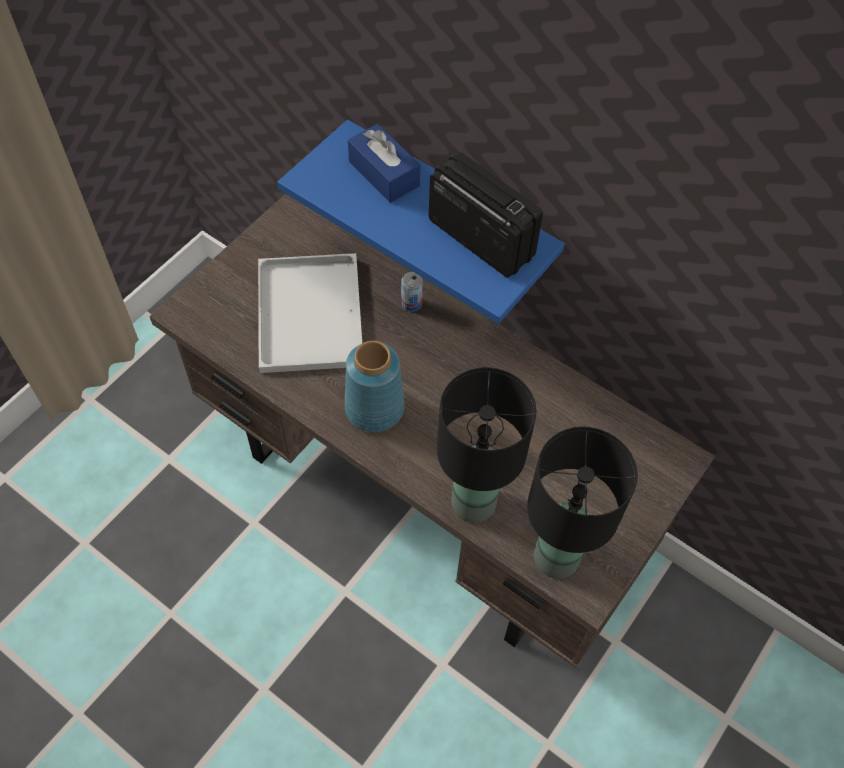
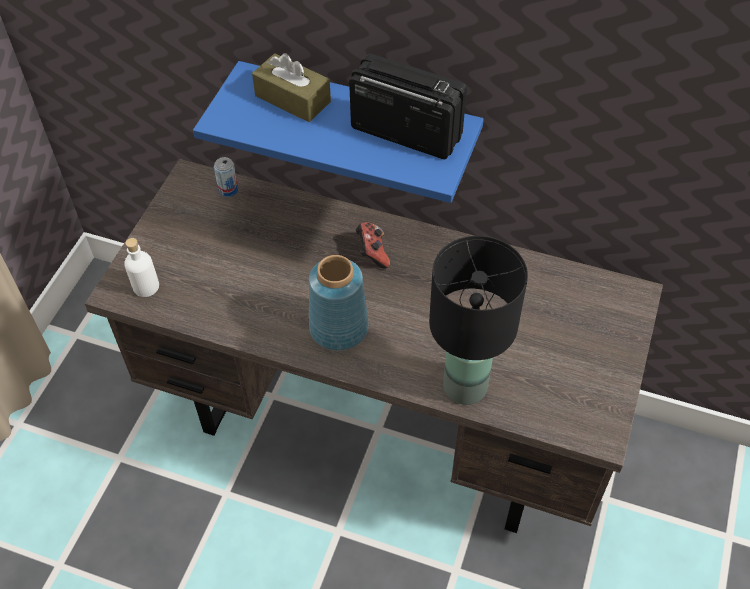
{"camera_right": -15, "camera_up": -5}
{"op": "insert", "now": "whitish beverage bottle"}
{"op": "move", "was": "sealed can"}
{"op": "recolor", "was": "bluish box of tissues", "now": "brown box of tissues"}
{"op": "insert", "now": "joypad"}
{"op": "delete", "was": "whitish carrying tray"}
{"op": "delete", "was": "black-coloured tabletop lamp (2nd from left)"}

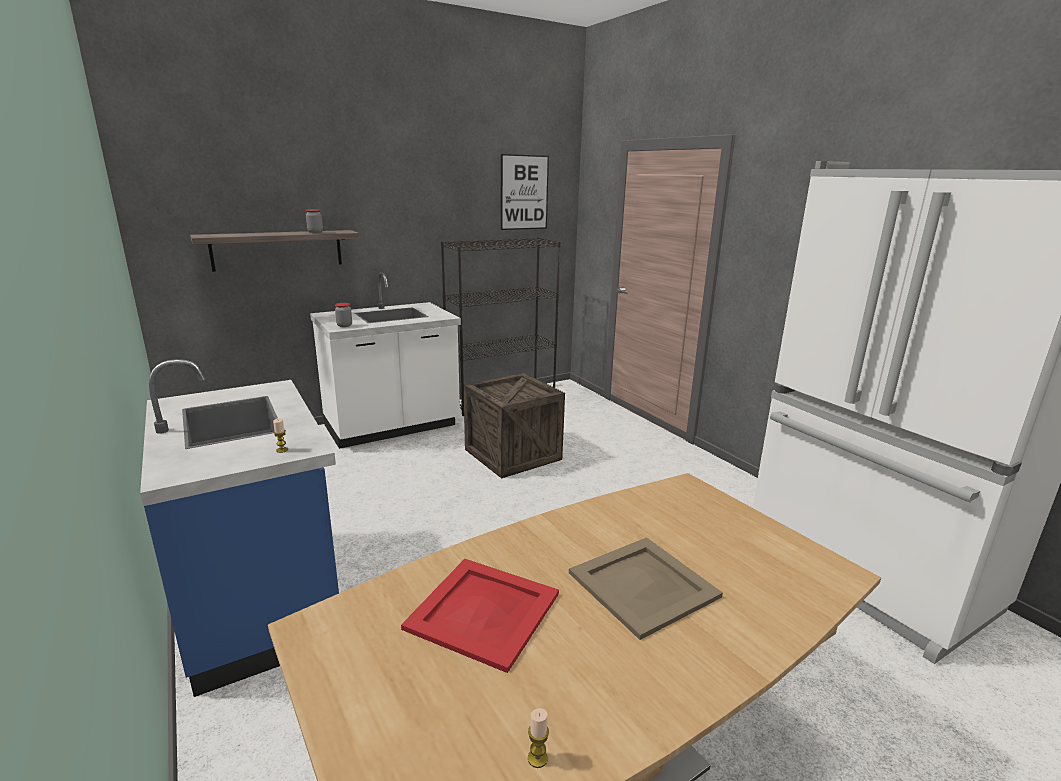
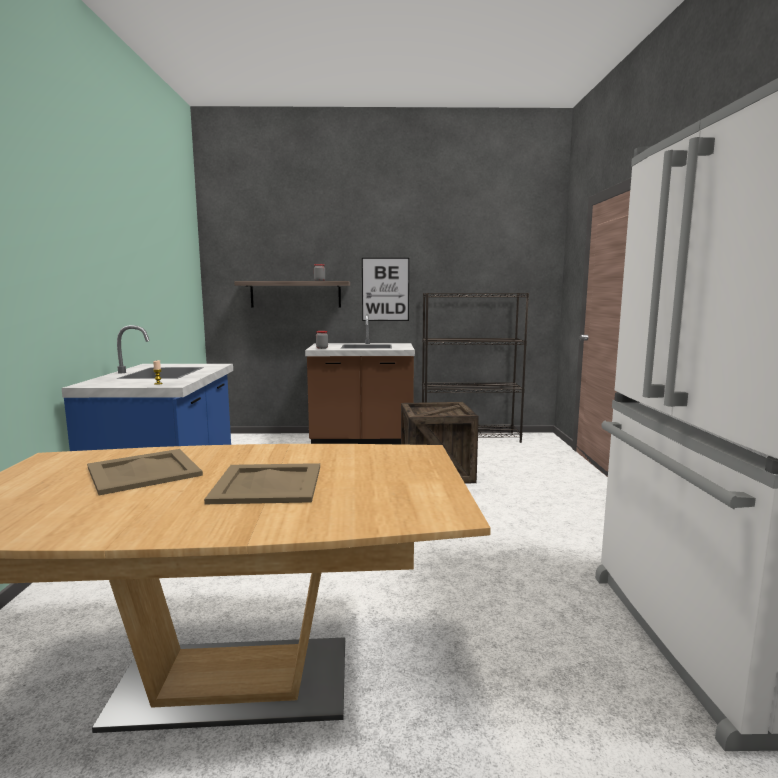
{"camera_right": 30, "camera_up": -10}
{"op": "recolor", "was": "reddish carrying tray", "now": "beige carrying tray (1st from left)"}
{"op": "recolor", "was": "whitish kitchen counter", "now": "brown kitchen counter"}
{"op": "move", "was": "wall picture"}
{"op": "delete", "was": "candle (2nd from left)"}

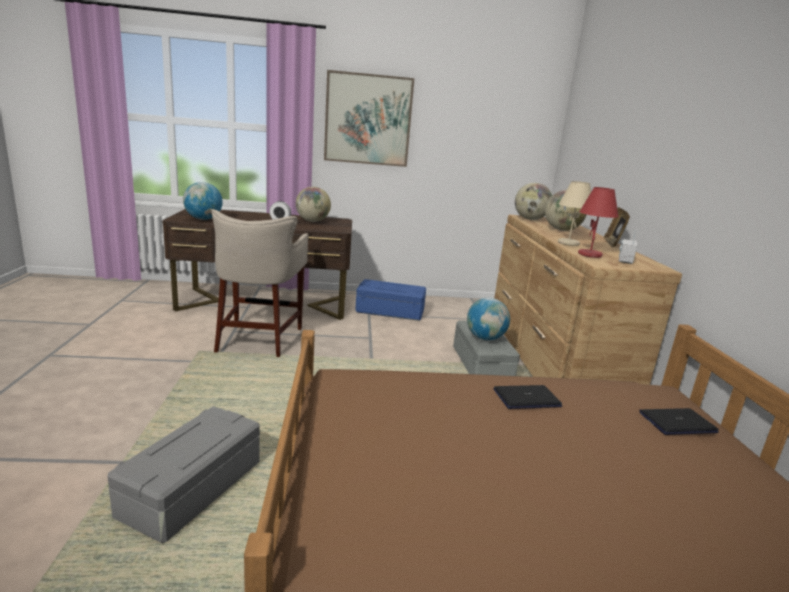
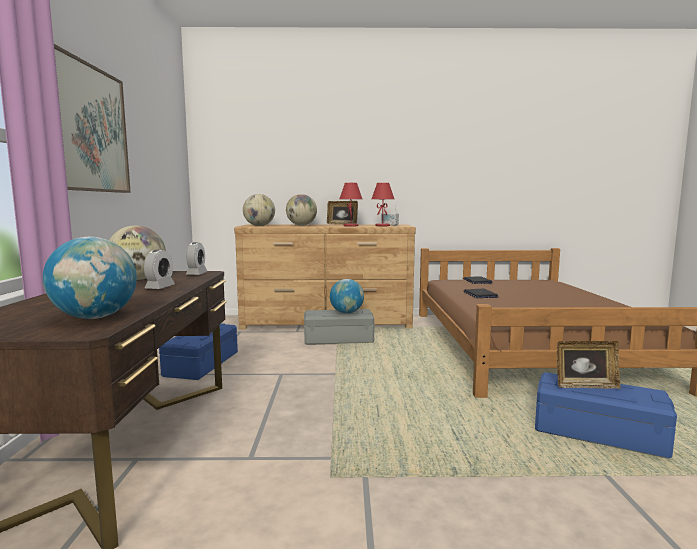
{"camera_right": -85, "camera_up": -10}
{"op": "insert", "now": "table clock (2nd from left)"}
{"op": "recolor", "was": "beige tabletop lamp", "now": "reddish tabletop lamp (1st from left)"}
{"op": "recolor", "was": "greyish storage box (1st from left)", "now": "bluish storage box (2nd from left)"}
{"op": "insert", "now": "photo frame (2nd from left)"}
{"op": "delete", "was": "beige stool seat"}

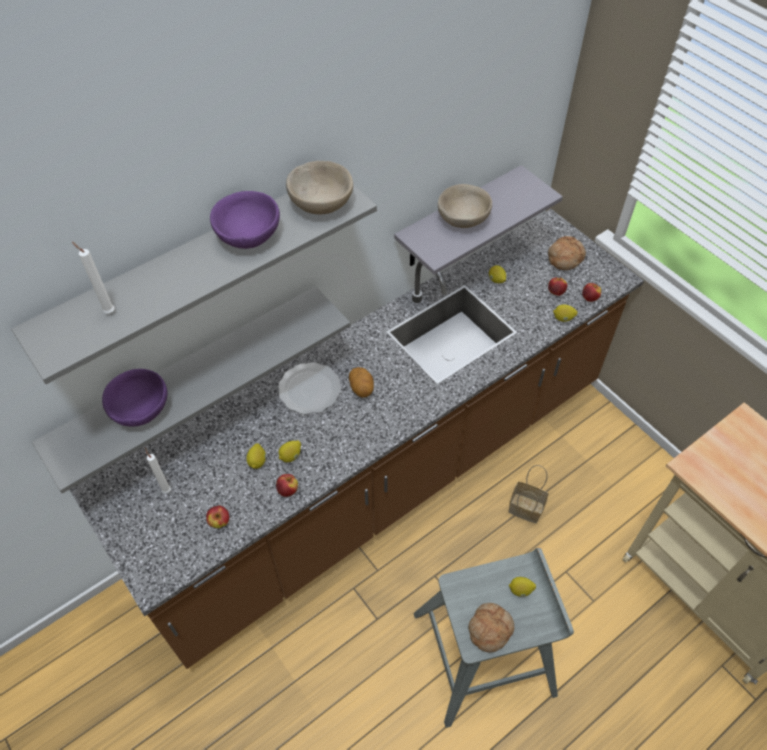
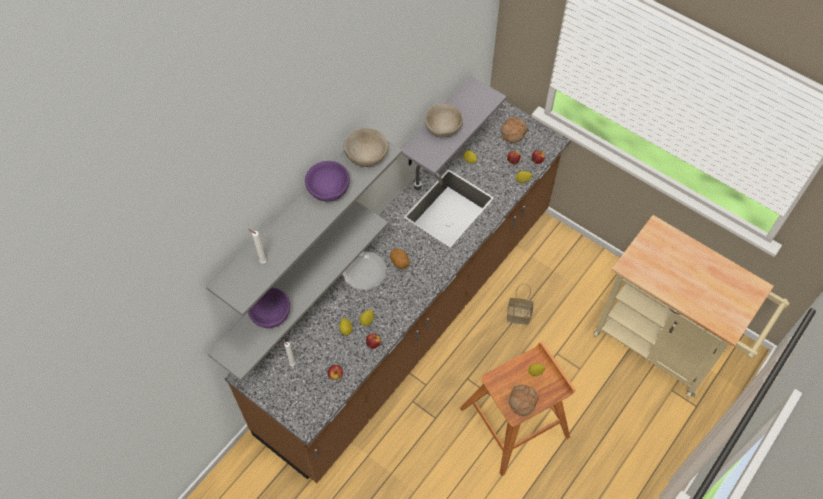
{"camera_right": -15, "camera_up": 5}
{"op": "recolor", "was": "greyish stool seat", "now": "brown stool seat"}

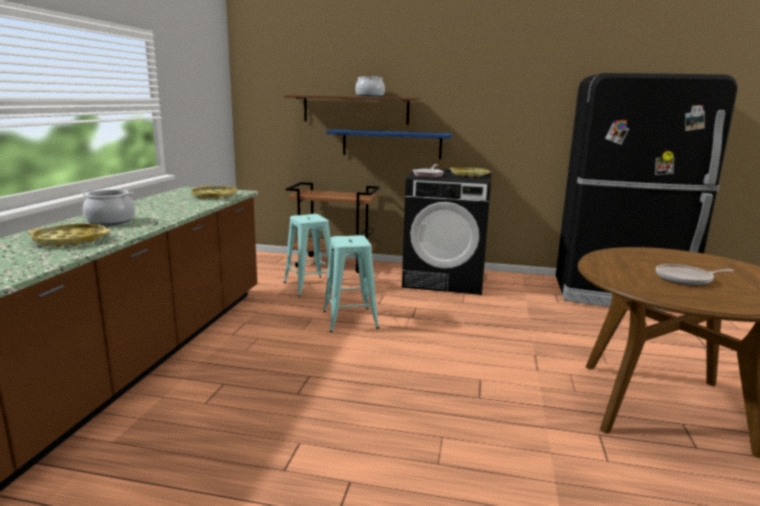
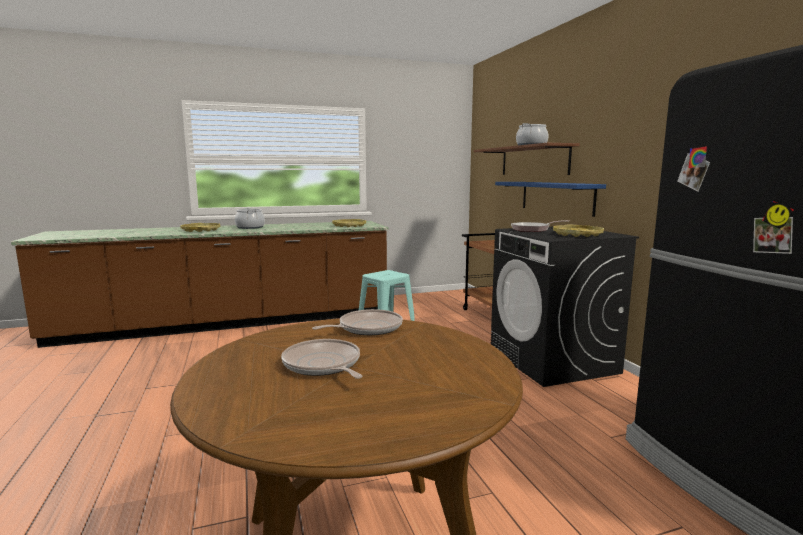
{"camera_right": 60, "camera_up": -5}
{"op": "insert", "now": "pan (2nd from left)"}
{"op": "delete", "was": "turquoise-coloured stool seat (1st from left)"}

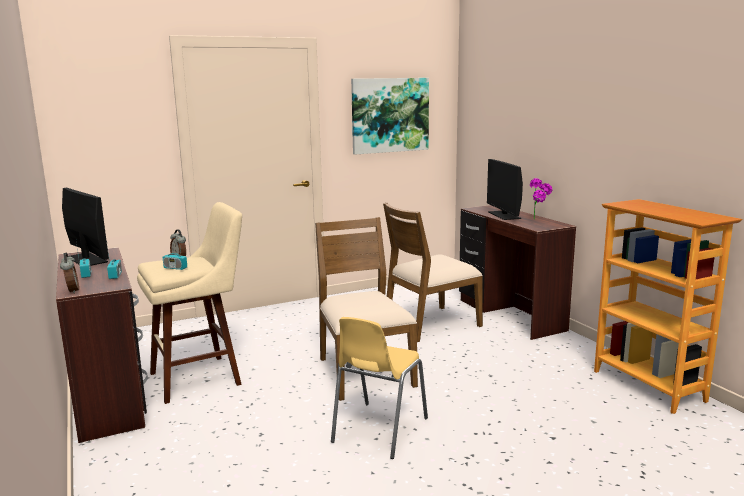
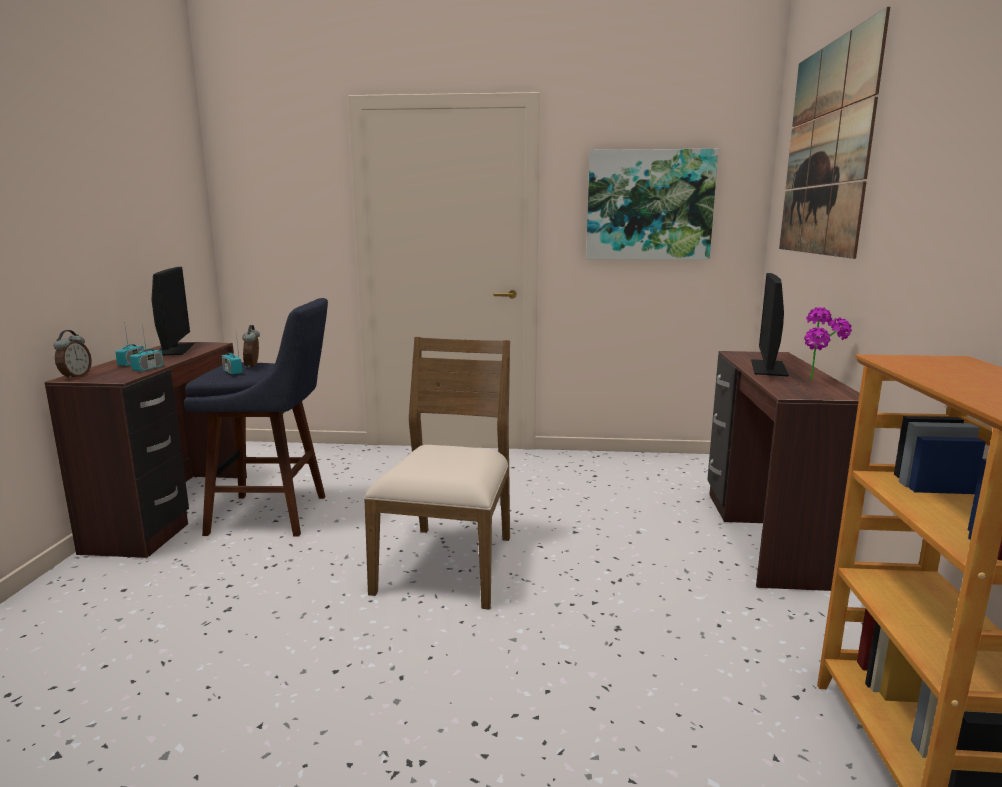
{"camera_right": 30, "camera_up": 0}
{"op": "recolor", "was": "beige stool seat", "now": "bluish stool seat"}
{"op": "insert", "now": "wall picture (2nd from left)"}
{"op": "delete", "was": "yellowish upright chair"}
{"op": "delete", "was": "brown upright chair (2nd from left)"}

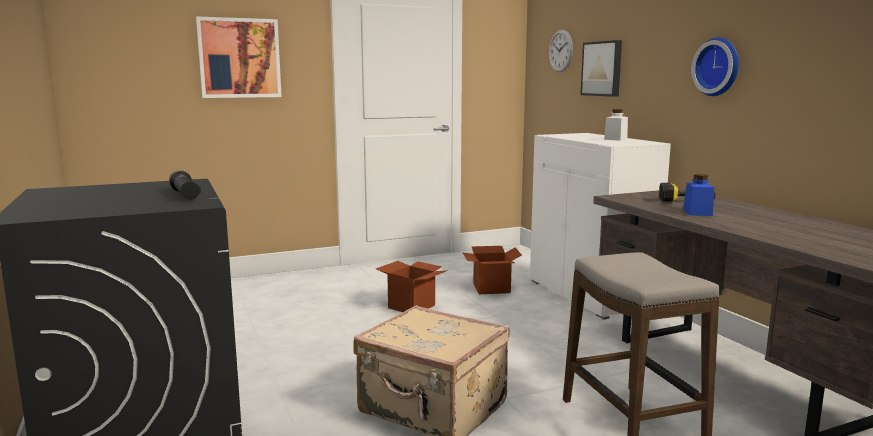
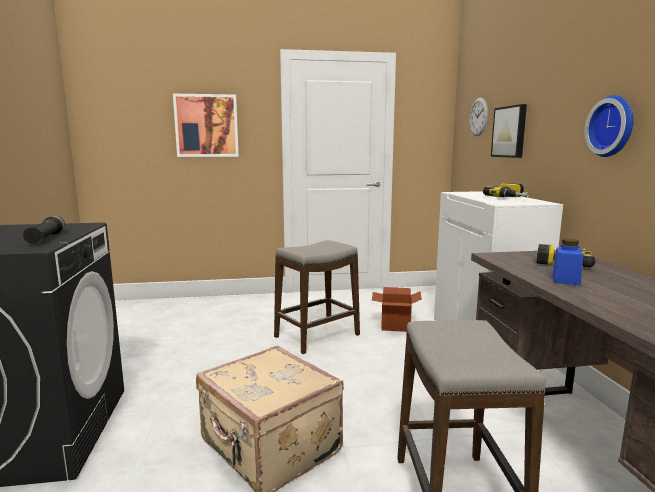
{"camera_right": 15, "camera_up": 0}
{"op": "replace", "was": "carton (1st from left)", "now": "stool seat (1st from left)"}
{"op": "replace", "was": "whitish preserve jar", "now": "electric drill (1st from left)"}

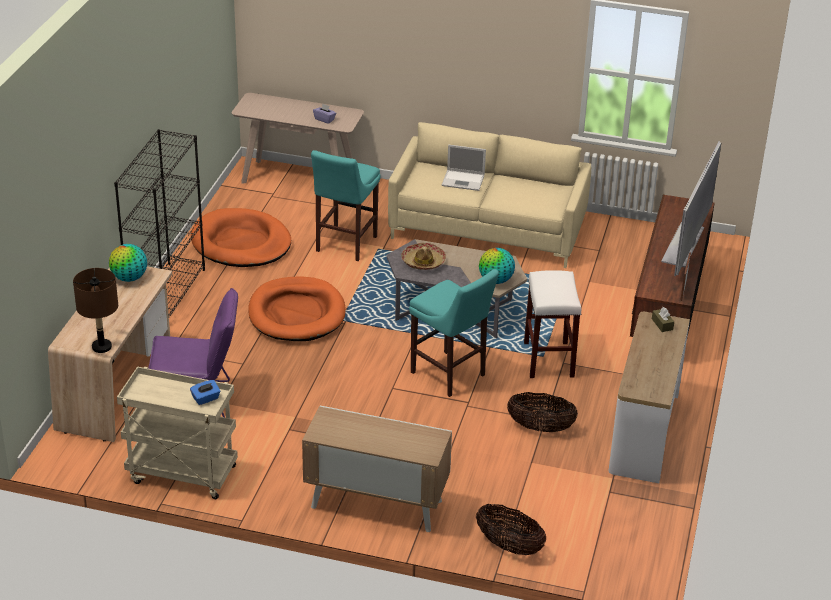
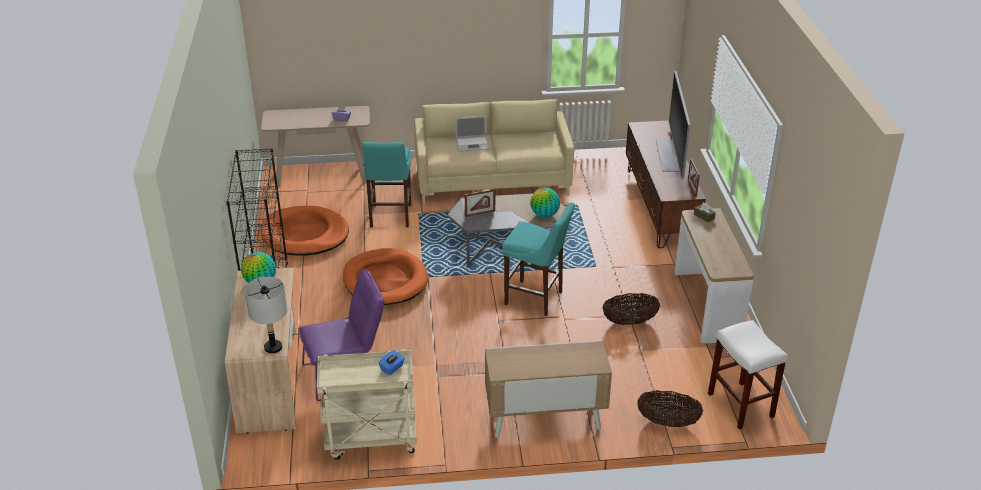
{"camera_right": -20, "camera_up": 0}
{"op": "recolor", "was": "brown tabletop lamp", "now": "greyish tabletop lamp"}
{"op": "replace", "was": "clothing hat", "now": "photo frame (1st from left)"}
{"op": "move", "was": "whitish stool seat"}

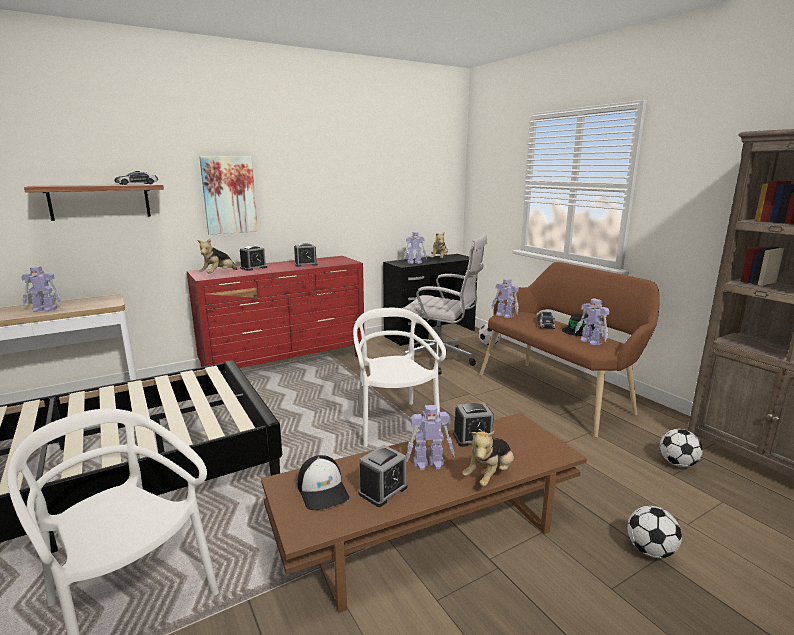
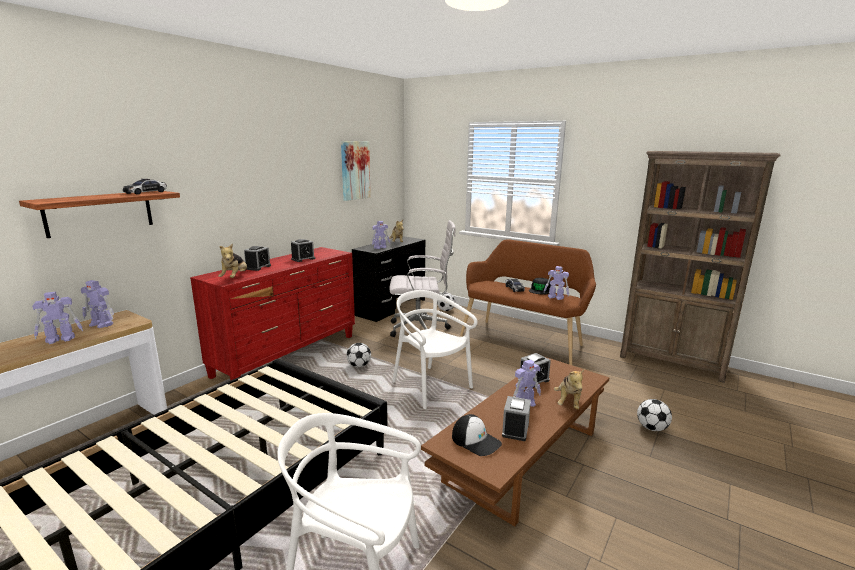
{"camera_right": -25, "camera_up": 0}
{"op": "move", "was": "robot figure (4th from left in the first image)", "now": "robot figure (2nd from left)"}
{"op": "move", "was": "wall picture"}
{"op": "move", "was": "football ball (3rd from left in the first image)", "now": "football ball (1st from left)"}

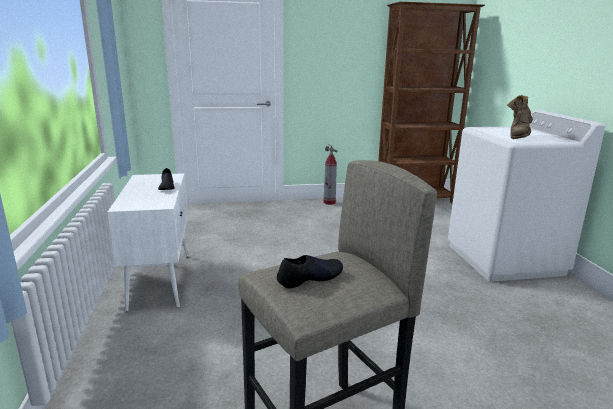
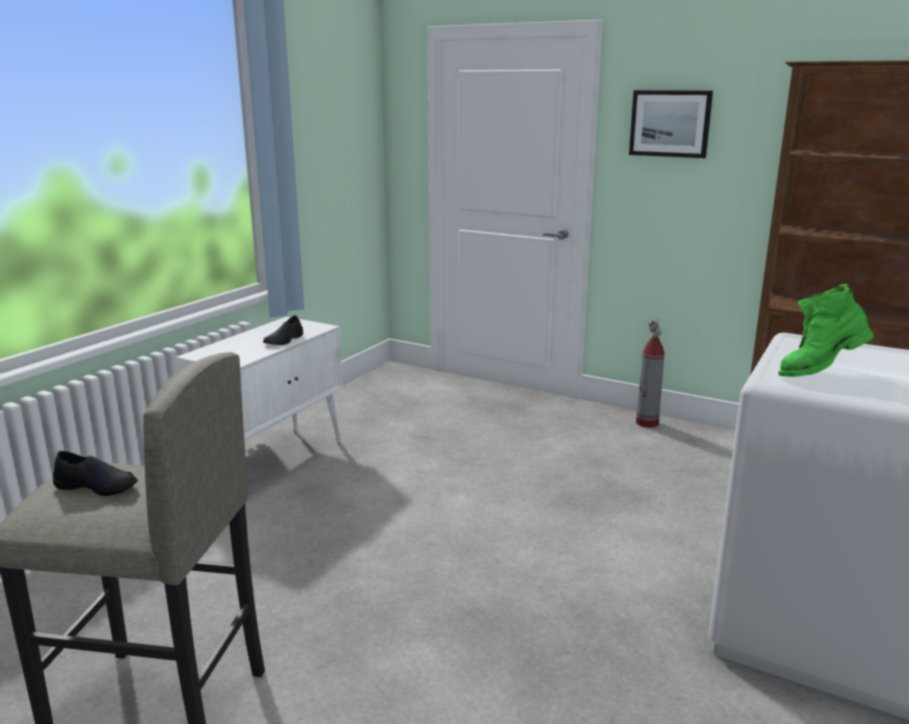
{"camera_right": 40, "camera_up": 0}
{"op": "insert", "now": "wall picture"}
{"op": "recolor", "was": "brown tall boot", "now": "green-coloured tall boot"}

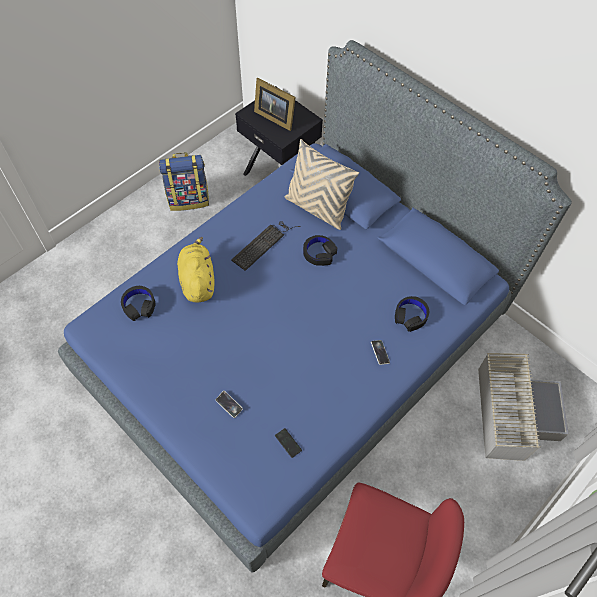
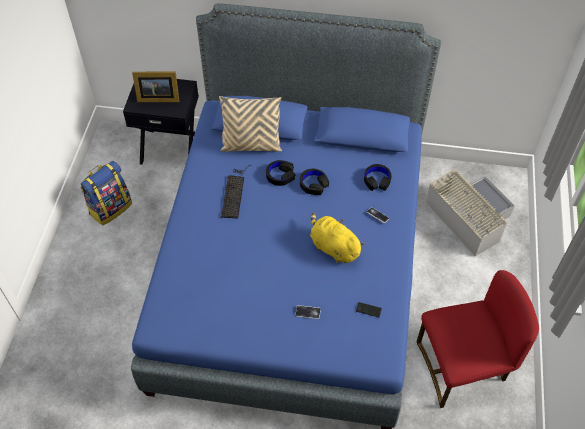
{"camera_right": -35, "camera_up": -5}
{"op": "move", "was": "black-coloured pair of headphones (1st from left in the first image)", "now": "black-coloured pair of headphones (2nd from left)"}
{"op": "move", "was": "yellowish cuddly toy"}

